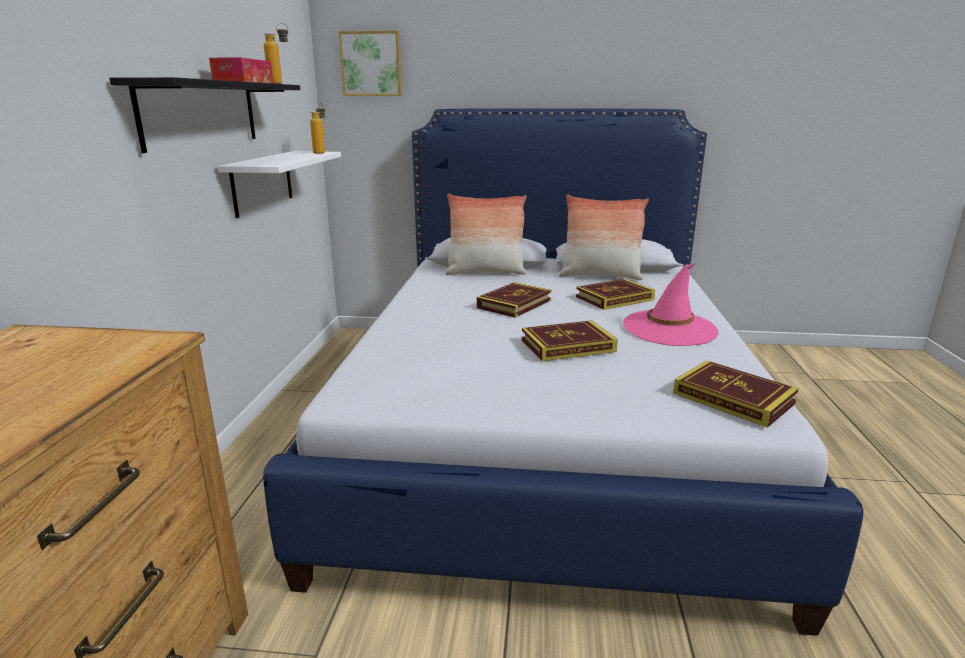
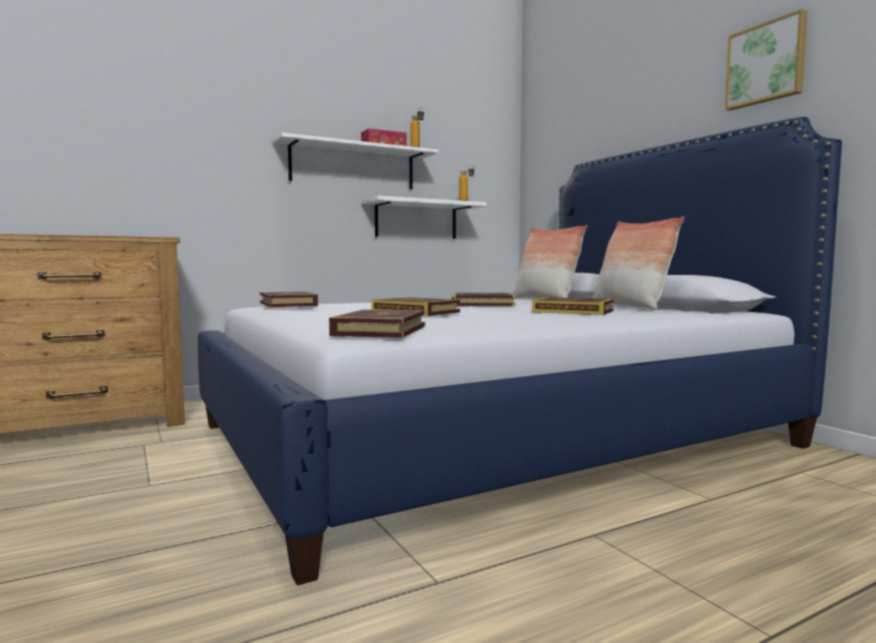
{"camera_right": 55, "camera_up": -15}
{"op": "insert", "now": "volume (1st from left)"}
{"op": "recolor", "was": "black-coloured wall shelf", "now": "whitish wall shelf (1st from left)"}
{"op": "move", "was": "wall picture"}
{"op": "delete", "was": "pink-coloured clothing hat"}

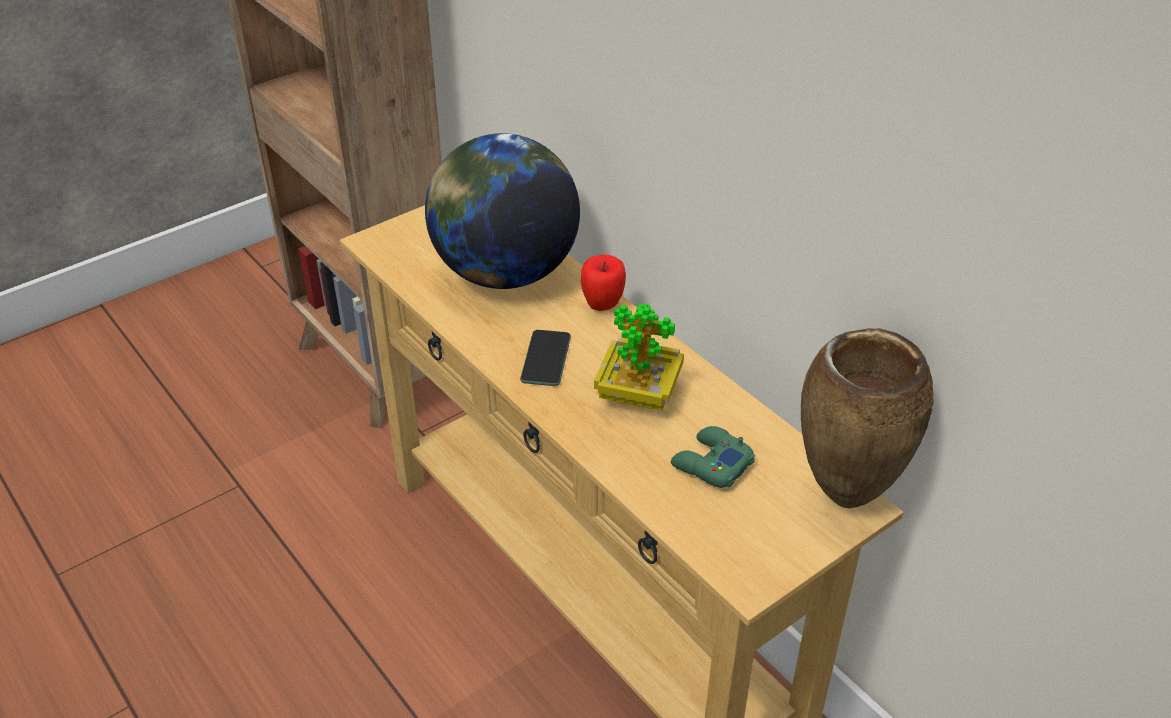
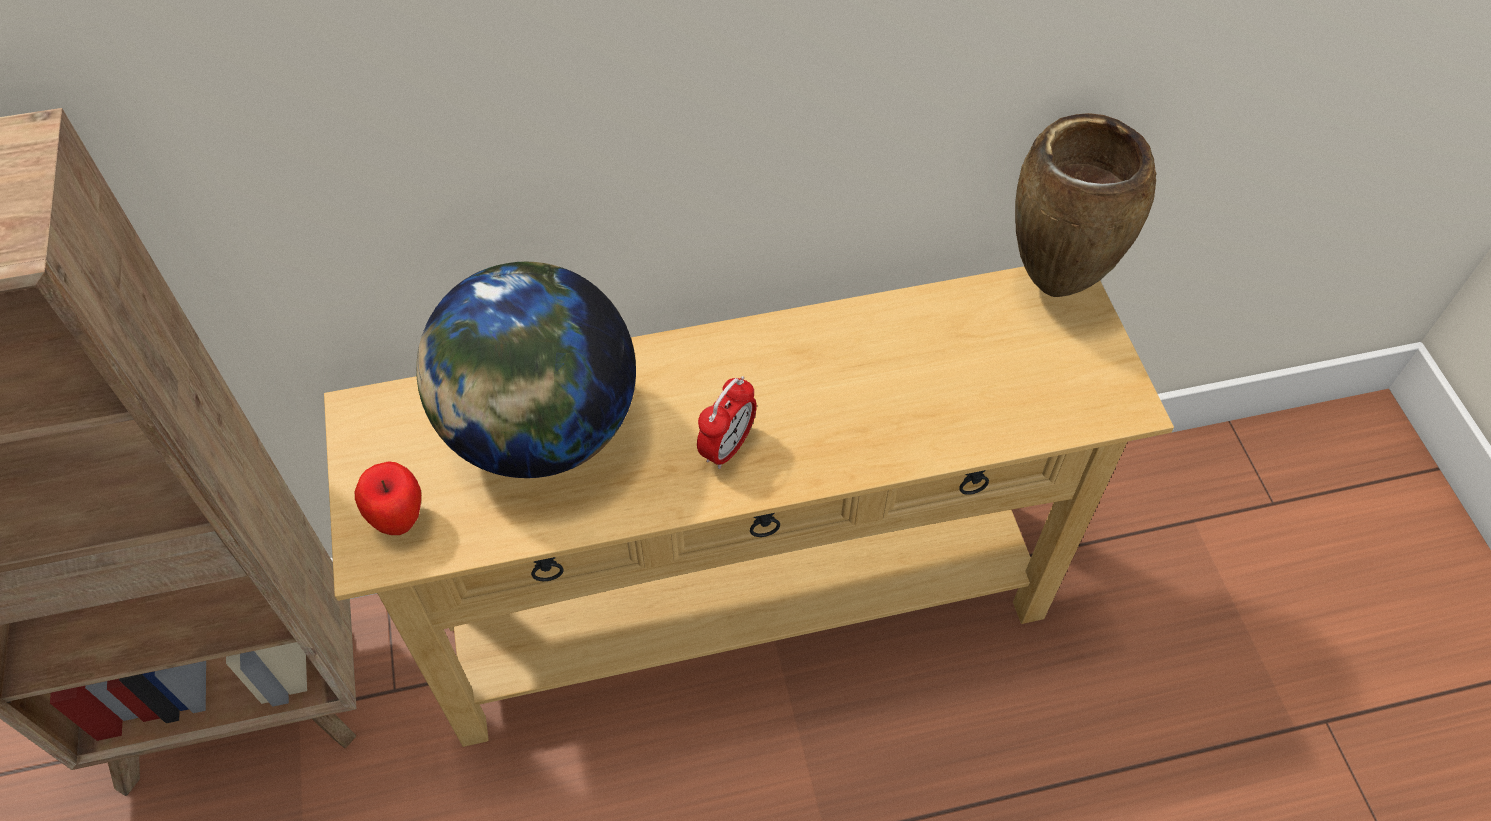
{"camera_right": -65, "camera_up": 15}
{"op": "move", "was": "whole apple"}
{"op": "replace", "was": "handset", "now": "table clock"}
{"op": "delete", "was": "plant in a pot"}
{"op": "delete", "was": "green-coloured joypad"}

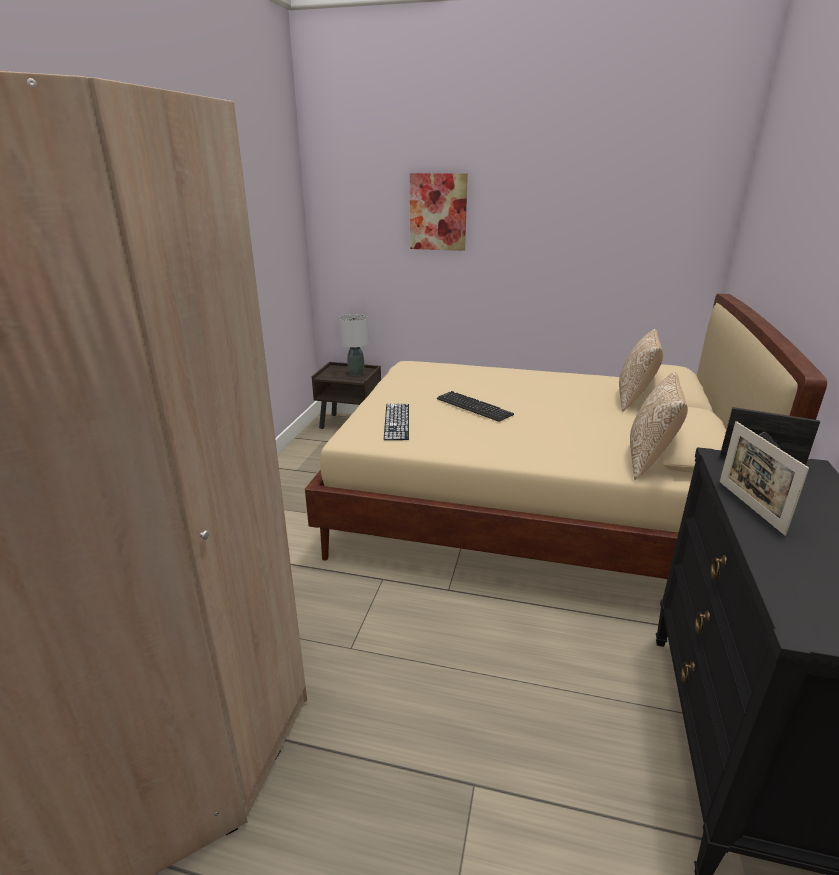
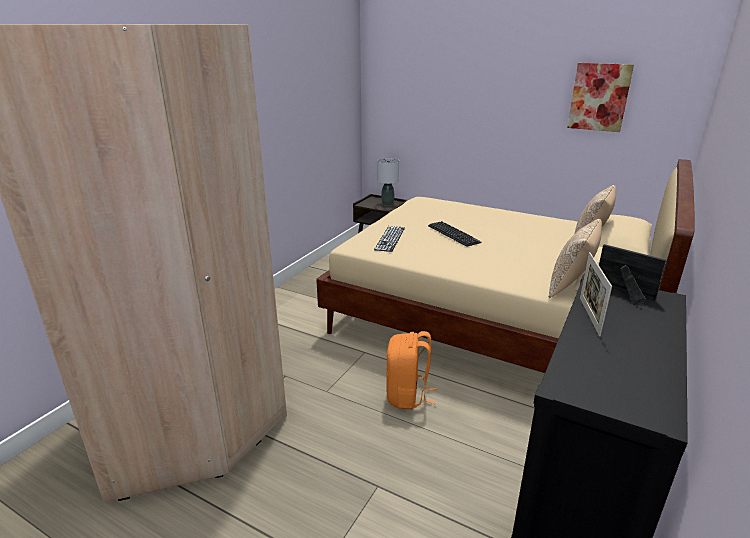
{"camera_right": 15, "camera_up": 0}
{"op": "insert", "now": "orange knapsack"}
{"op": "move", "was": "wall picture"}

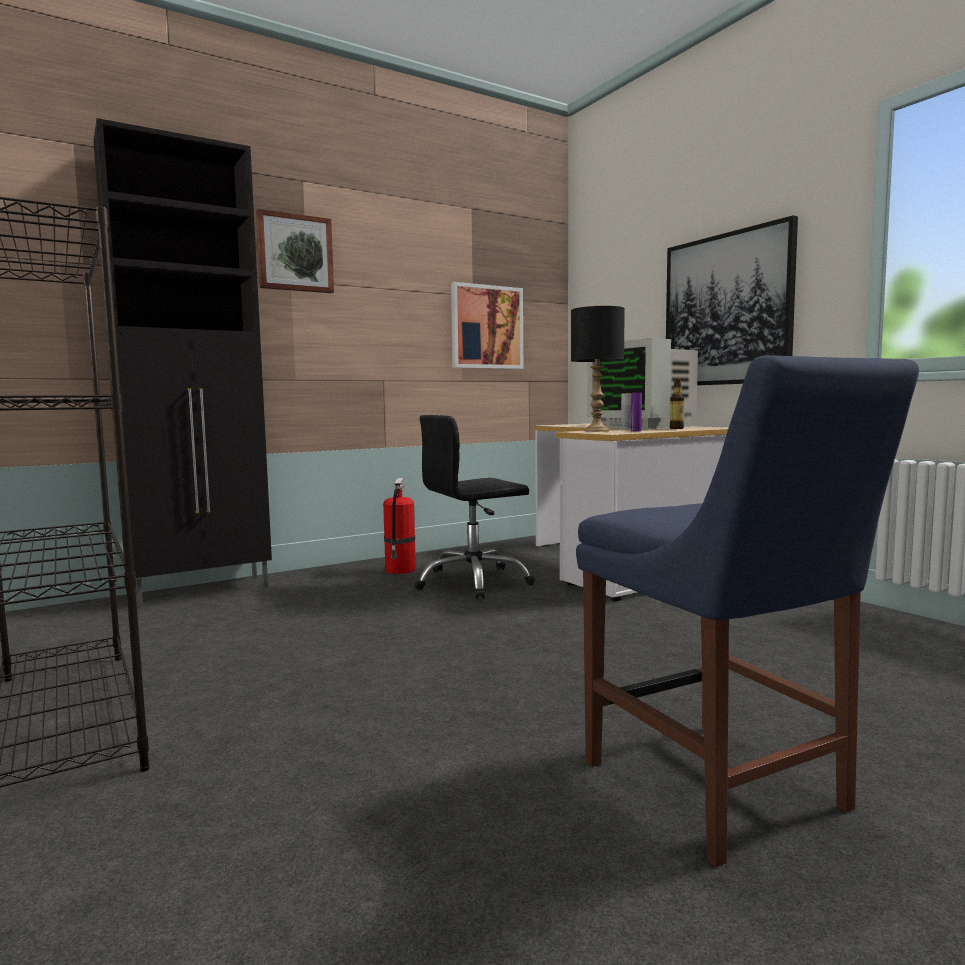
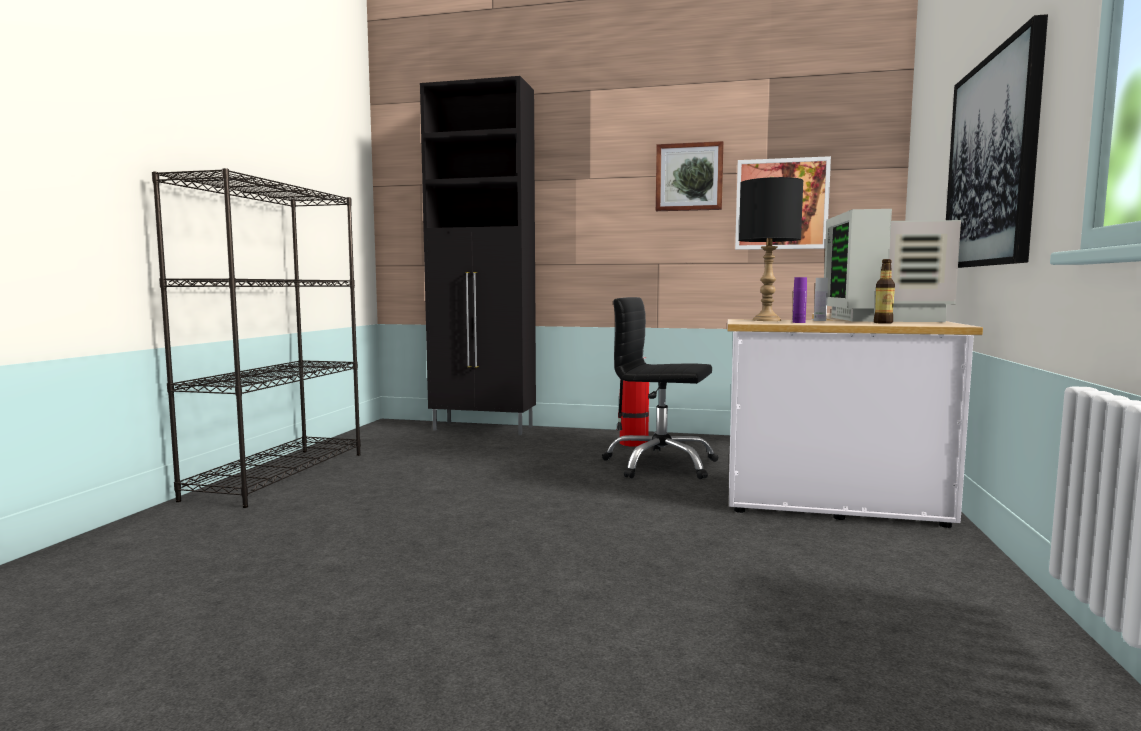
{"camera_right": 45, "camera_up": 0}
{"op": "move", "was": "wall picture (1st from left)"}
{"op": "delete", "was": "bluish upright chair"}

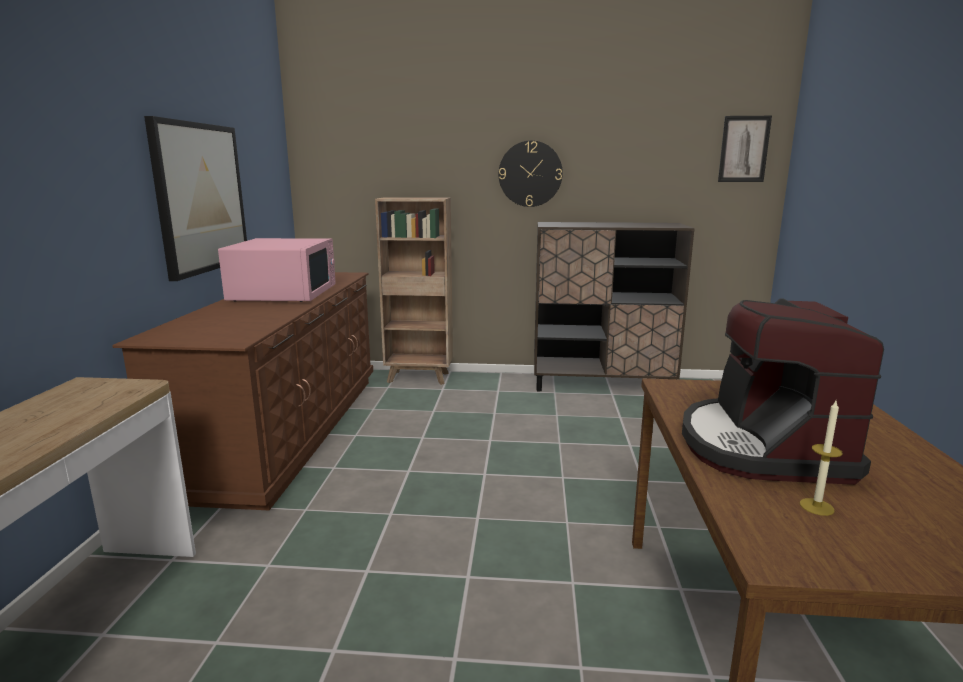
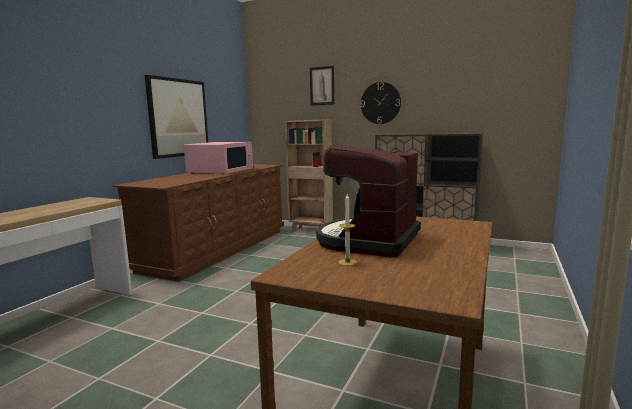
{"camera_right": 20, "camera_up": -5}
{"op": "move", "was": "wall picture (2nd from left)"}

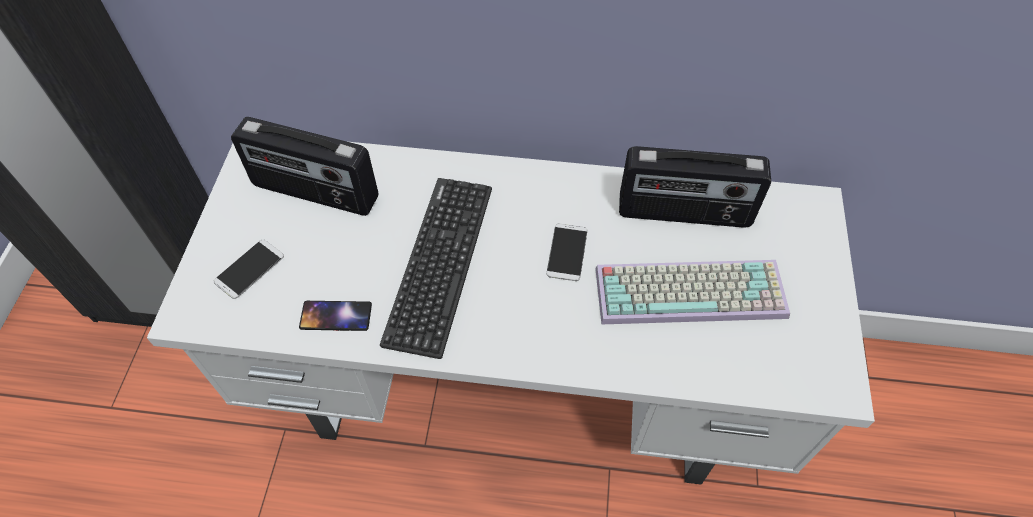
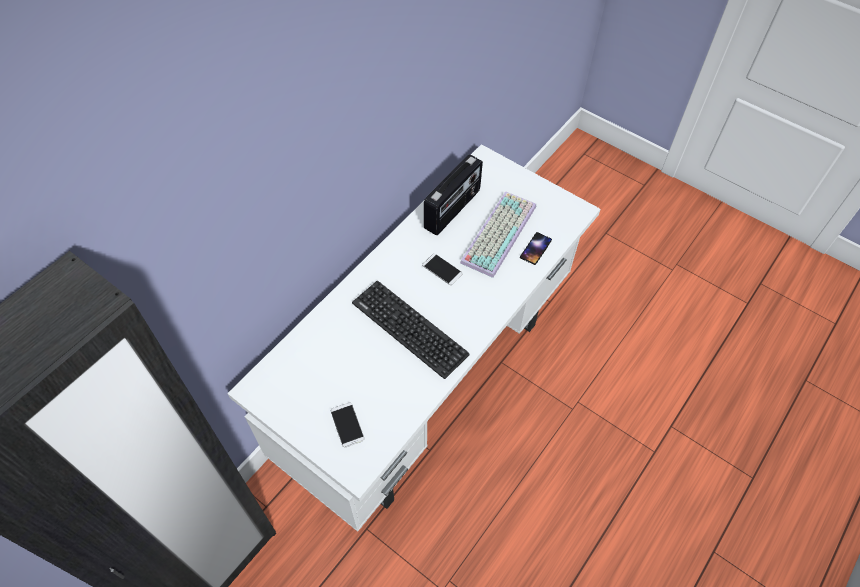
{"camera_right": -60, "camera_up": 0}
{"op": "move", "was": "handset (2nd from left in the first image)", "now": "handset (3rd from left)"}
{"op": "delete", "was": "radio (1st from left)"}

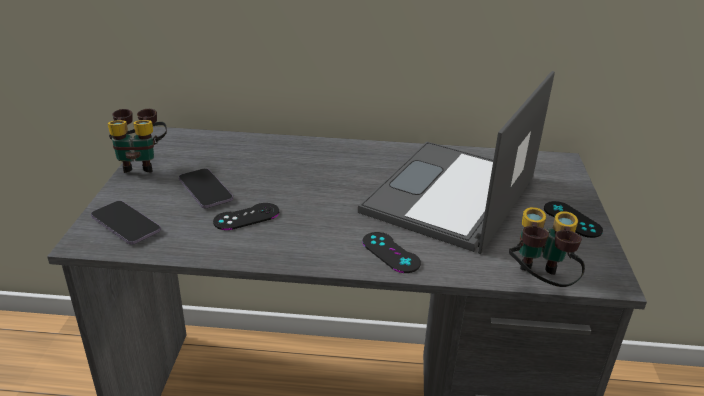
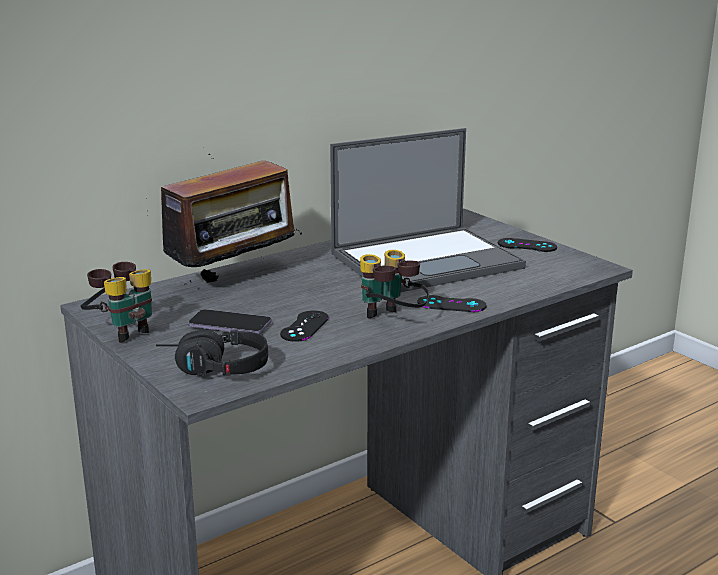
{"camera_right": -40, "camera_up": -10}
{"op": "insert", "now": "radio"}
{"op": "replace", "was": "handset (1st from left)", "now": "black-coloured pair of headphones"}
{"op": "rotate", "was": "portable computer", "clockwise": -105}
{"op": "move", "was": "pair of binoculars (2nd from left)"}

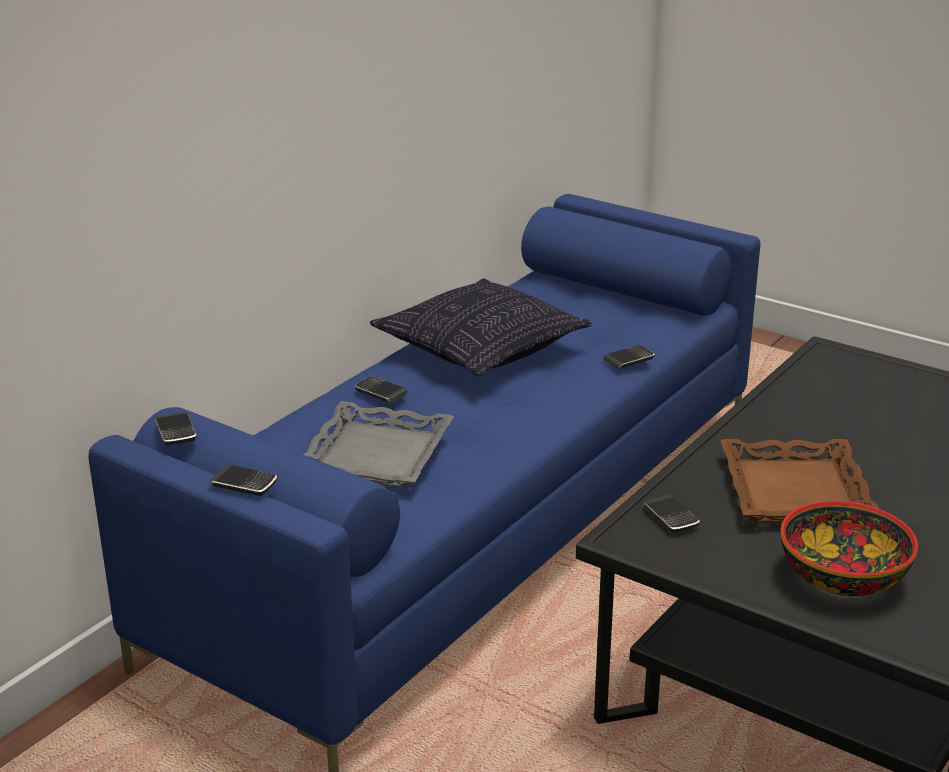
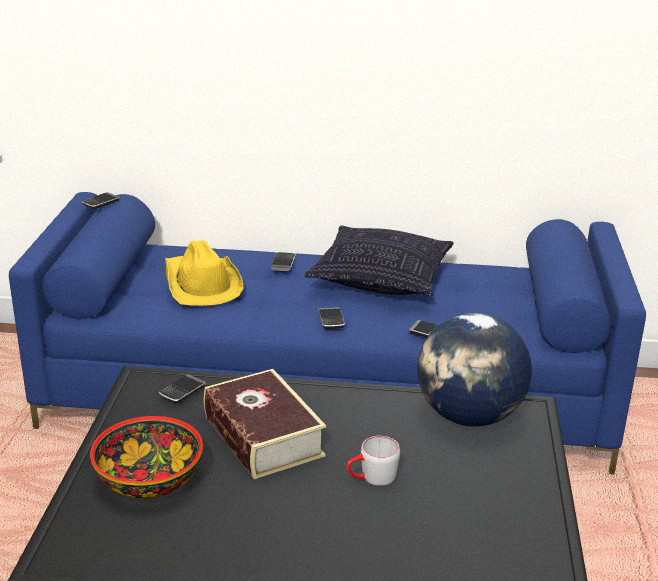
{"camera_right": 60, "camera_up": 0}
{"op": "replace", "was": "greyish carrying tray", "now": "yellowish clothing hat"}
{"op": "replace", "was": "brown carrying tray", "now": "volume"}
{"op": "move", "was": "handset (2nd from left in the first image)", "now": "handset (4th from left)"}
{"op": "insert", "now": "greyish coffee mug"}
{"op": "insert", "now": "desk globe"}

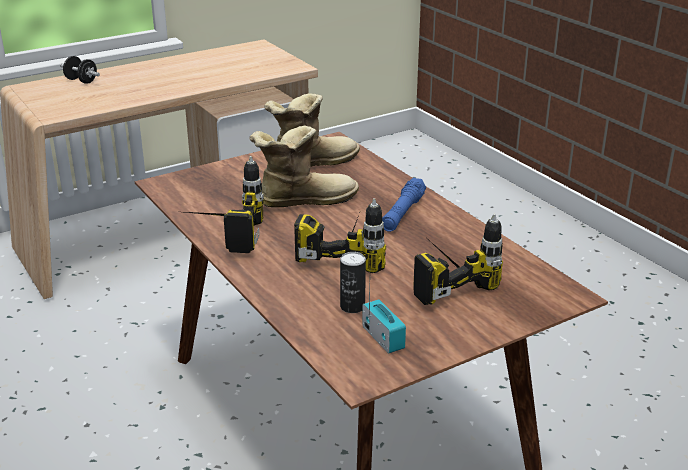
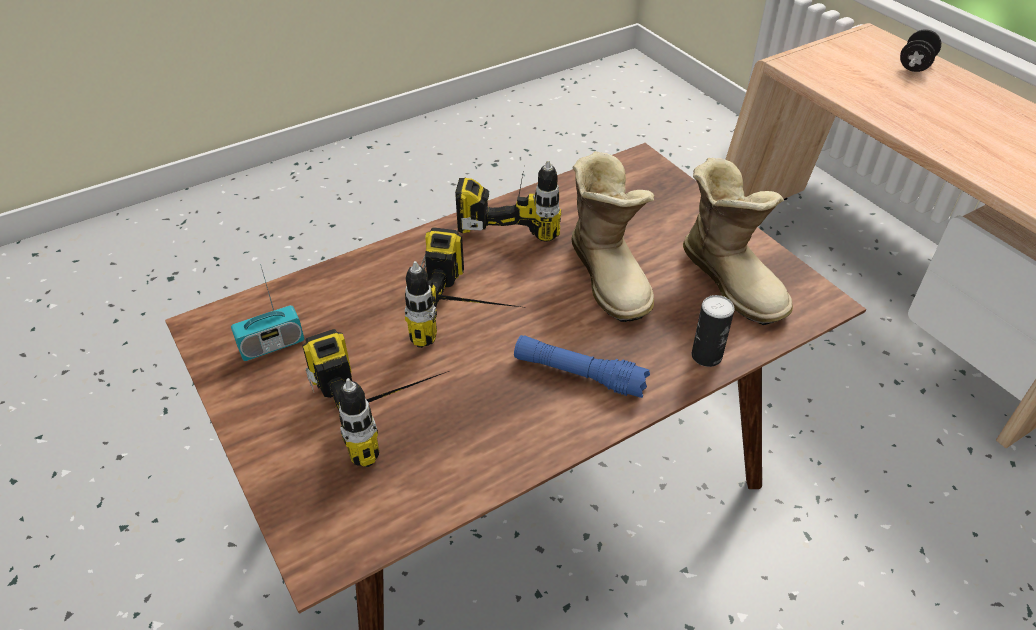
{"camera_right": 90, "camera_up": 15}
{"op": "move", "was": "sealed can"}

